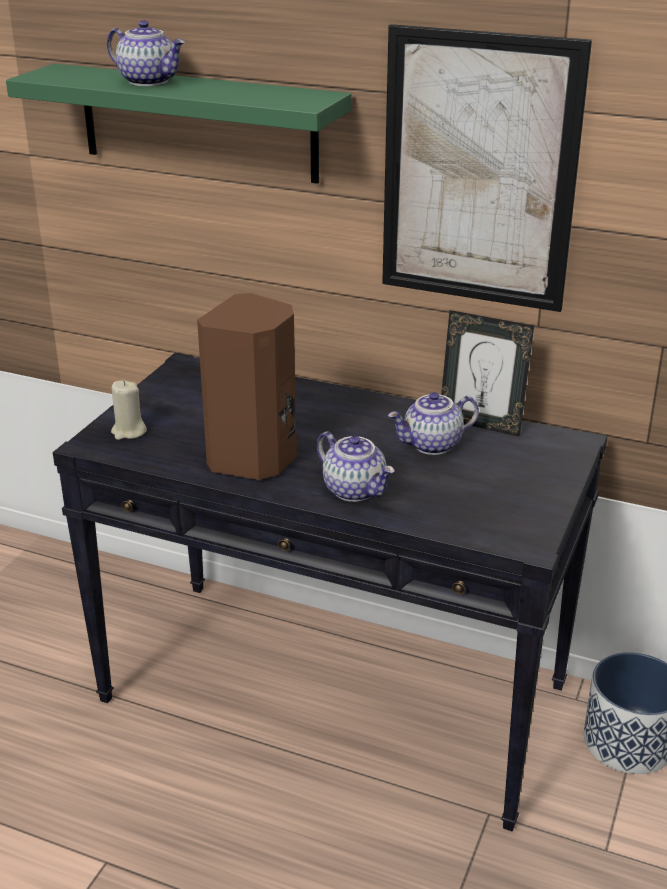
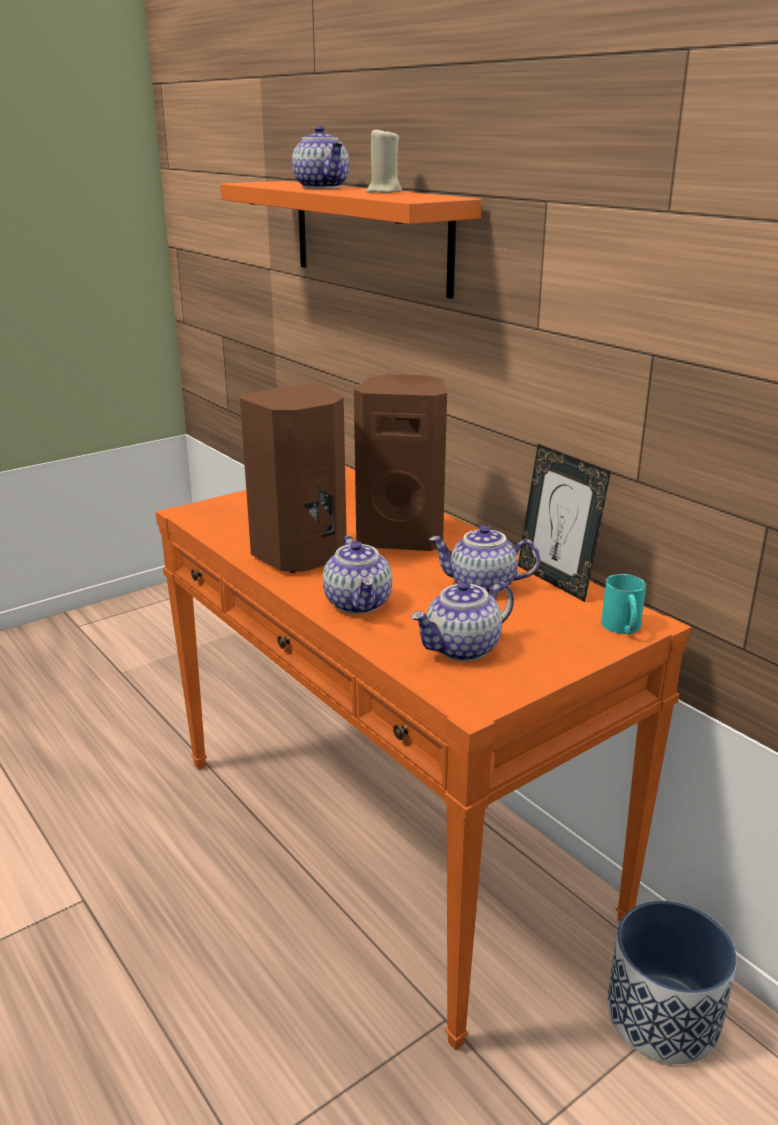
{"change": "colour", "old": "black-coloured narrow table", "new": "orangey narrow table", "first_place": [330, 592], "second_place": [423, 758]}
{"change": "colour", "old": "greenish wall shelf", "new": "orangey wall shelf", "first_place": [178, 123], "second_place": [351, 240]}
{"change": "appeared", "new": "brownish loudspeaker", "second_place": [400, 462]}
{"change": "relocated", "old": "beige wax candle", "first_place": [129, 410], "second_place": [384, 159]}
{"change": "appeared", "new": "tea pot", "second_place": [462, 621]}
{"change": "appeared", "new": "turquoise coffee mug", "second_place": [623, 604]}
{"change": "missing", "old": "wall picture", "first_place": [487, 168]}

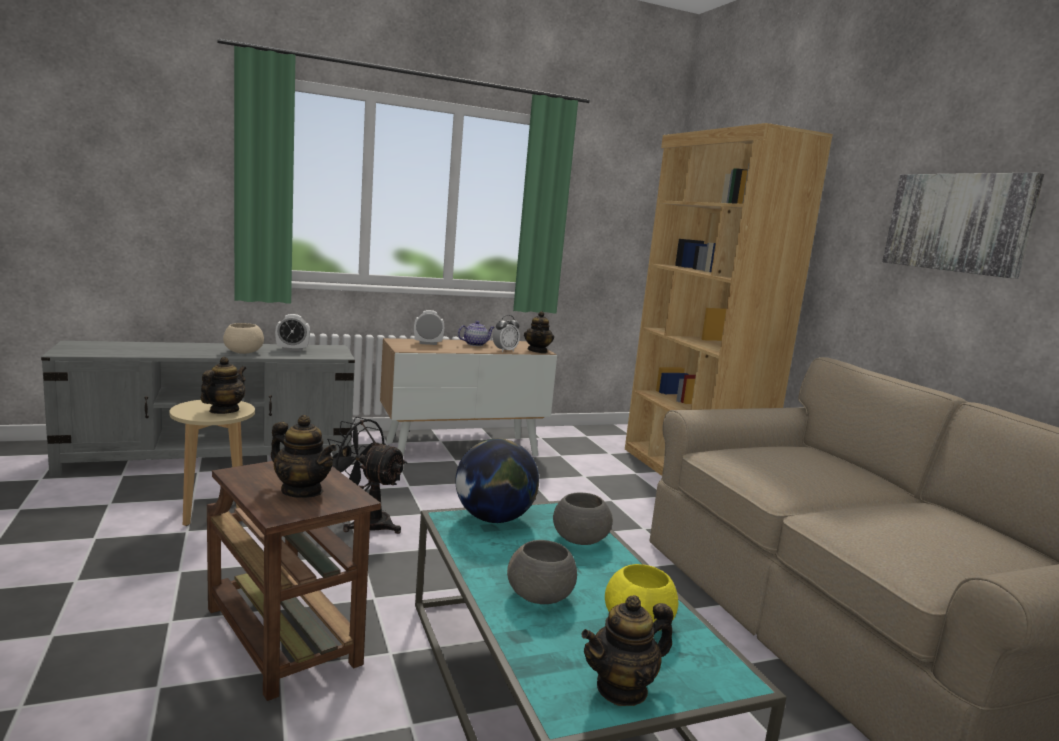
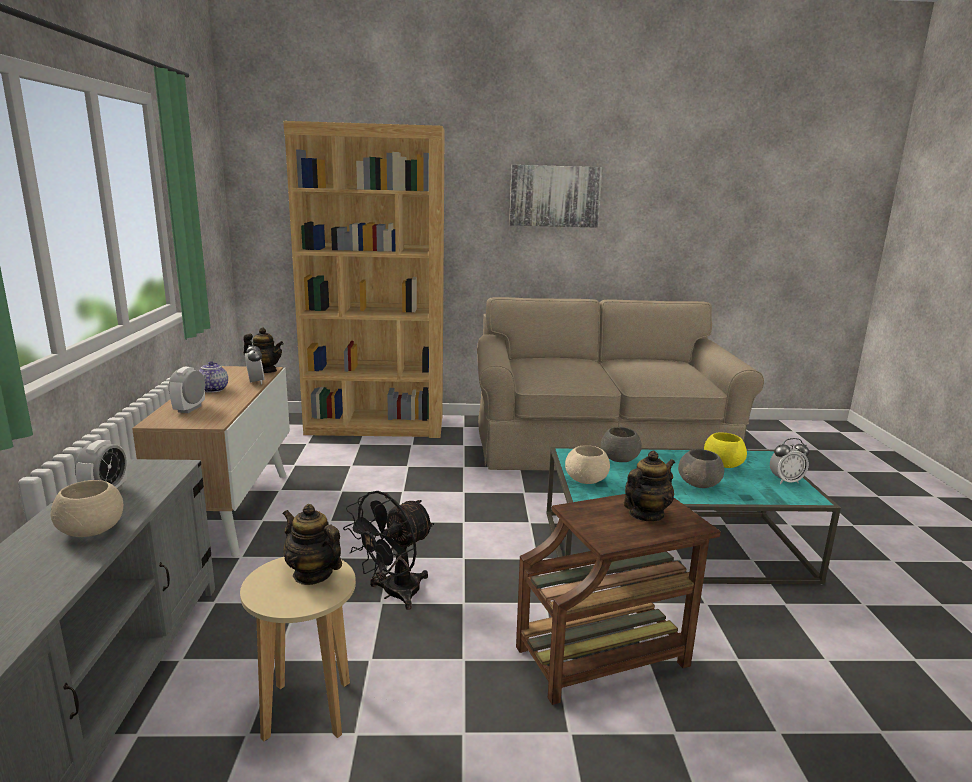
{"change": "exchanged", "old": "globe", "new": "beige bowl", "first_place": [497, 480], "second_place": [587, 464]}
{"change": "exchanged", "old": "tea pot", "new": "bedside clock", "first_place": [627, 650], "second_place": [790, 461]}

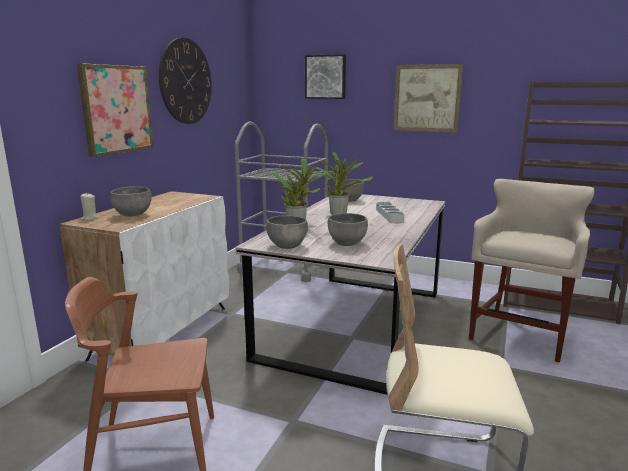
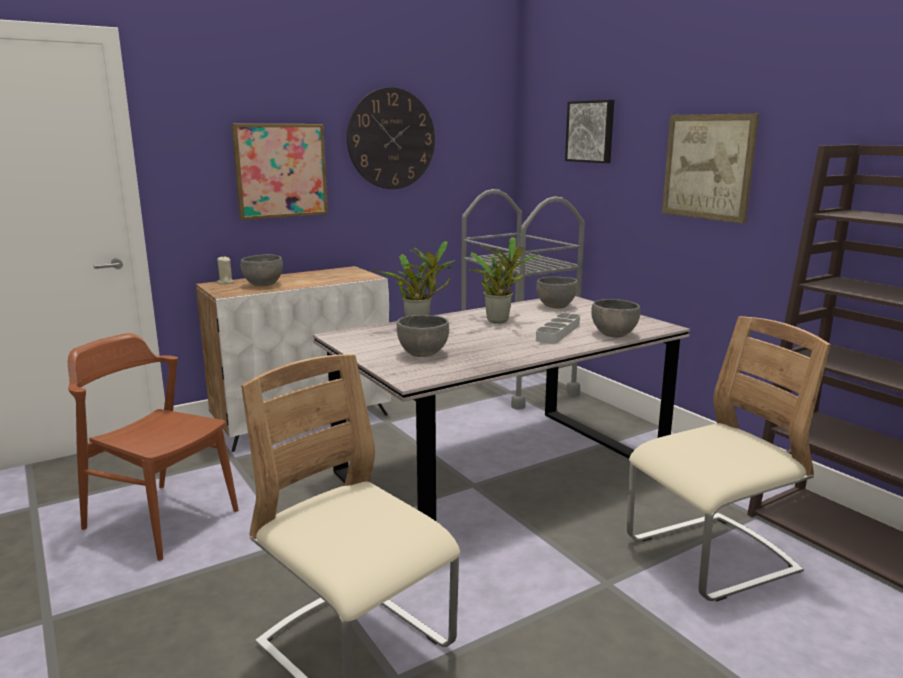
{"change": "relocated", "old": "greyish bowl", "first_place": [287, 232], "second_place": [616, 318]}
{"change": "exchanged", "old": "beige stool", "new": "beige plain chair", "first_place": [532, 271], "second_place": [729, 458]}

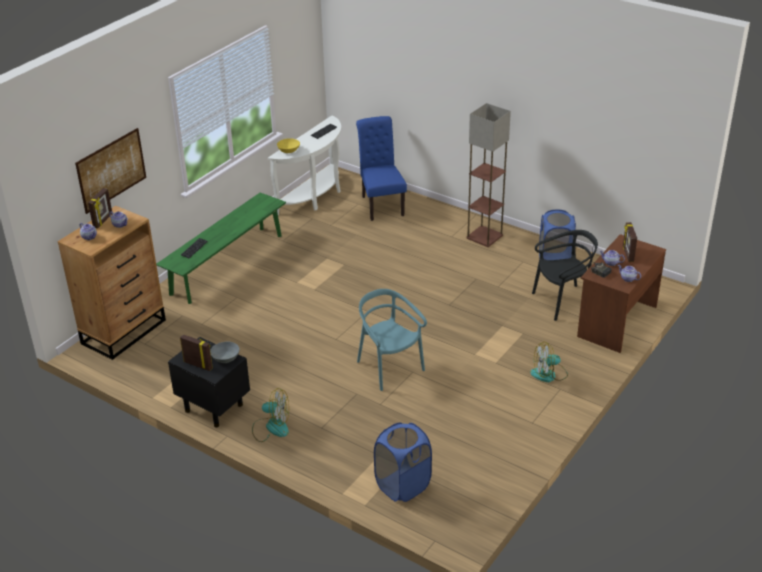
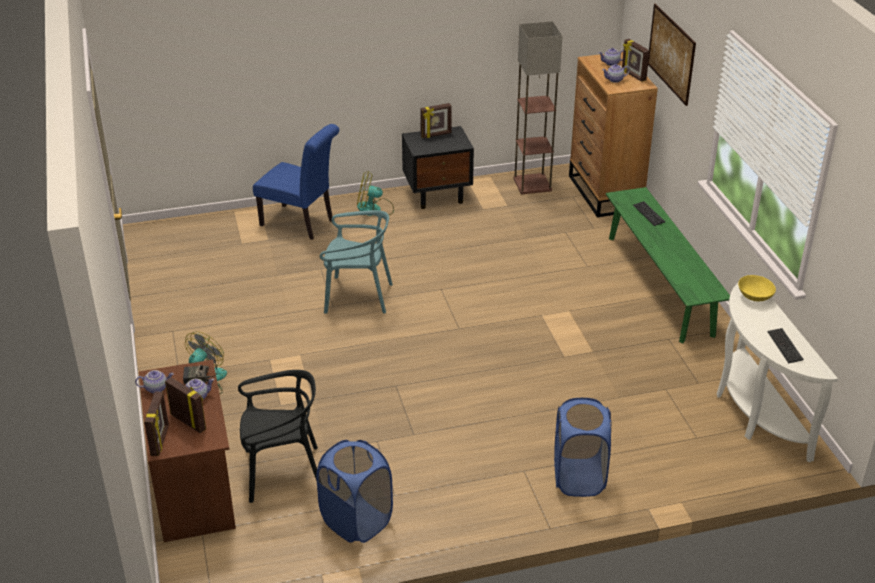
{"change": "appeared", "new": "standing frame", "second_place": [156, 424]}
{"change": "spun", "old": "black-coloured plain chair", "first_place": [565, 275], "second_place": [278, 436], "degrees": -120}
{"change": "relocated", "old": "blue-coloured plain chair", "first_place": [381, 168], "second_place": [296, 182]}
{"change": "spun", "old": "fan", "first_place": [270, 415], "second_place": [375, 193], "degrees": 45}
{"change": "relocated", "old": "standing lamp", "first_place": [488, 175], "second_place": [538, 107]}
{"change": "relocated", "old": "blue-coloured laundry basket", "first_place": [403, 462], "second_place": [582, 447]}
{"change": "missing", "old": "greyish bowl", "first_place": [225, 352]}

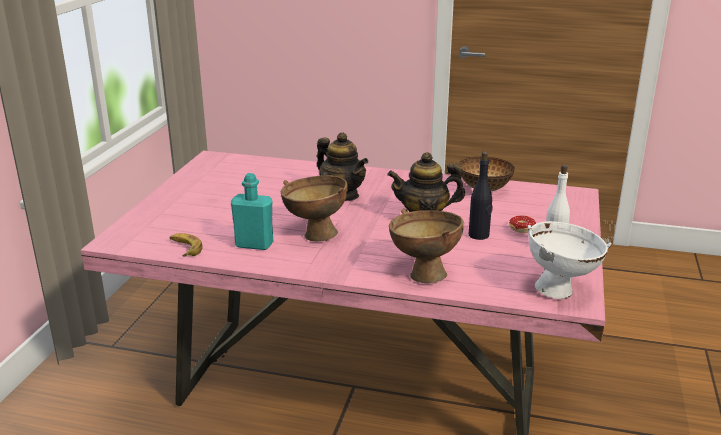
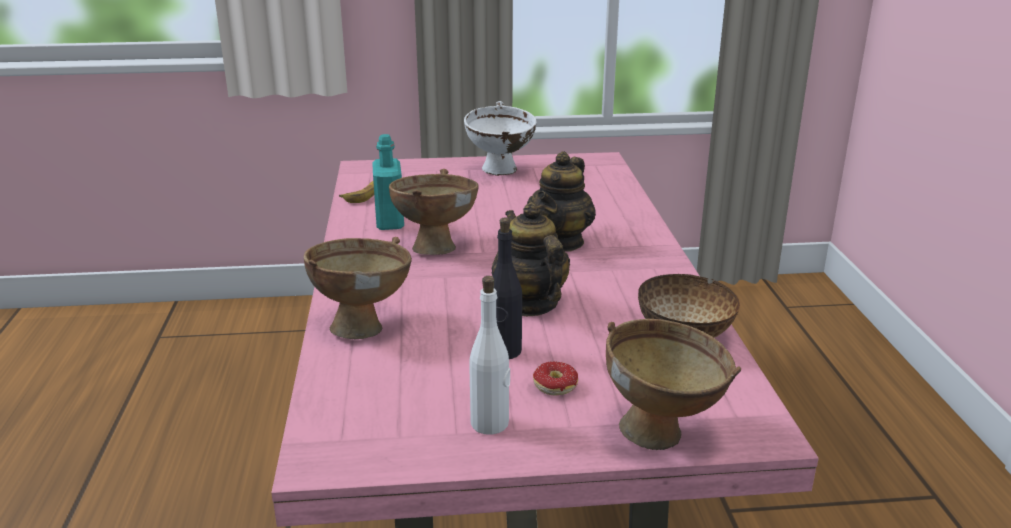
{"change": "relocated", "old": "whitish bowl", "first_place": [570, 260], "second_place": [500, 138]}
{"change": "appeared", "new": "brownish bowl", "second_place": [673, 384]}

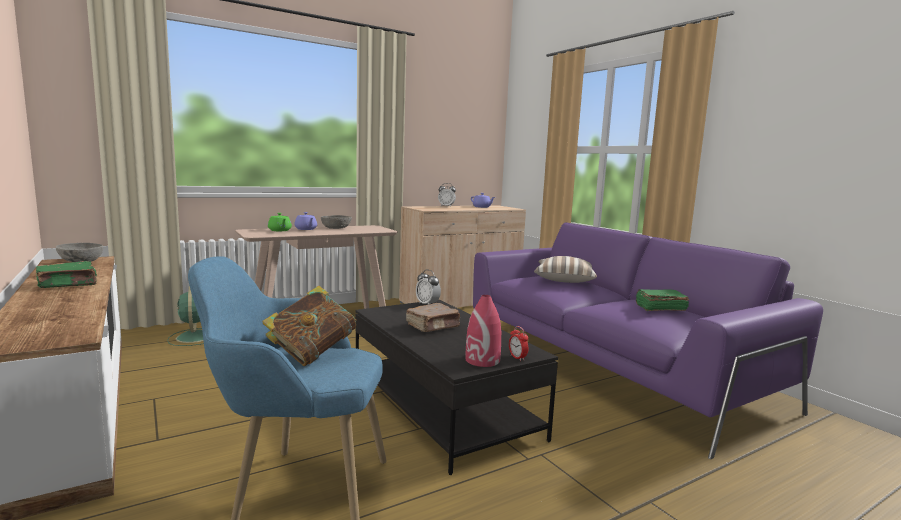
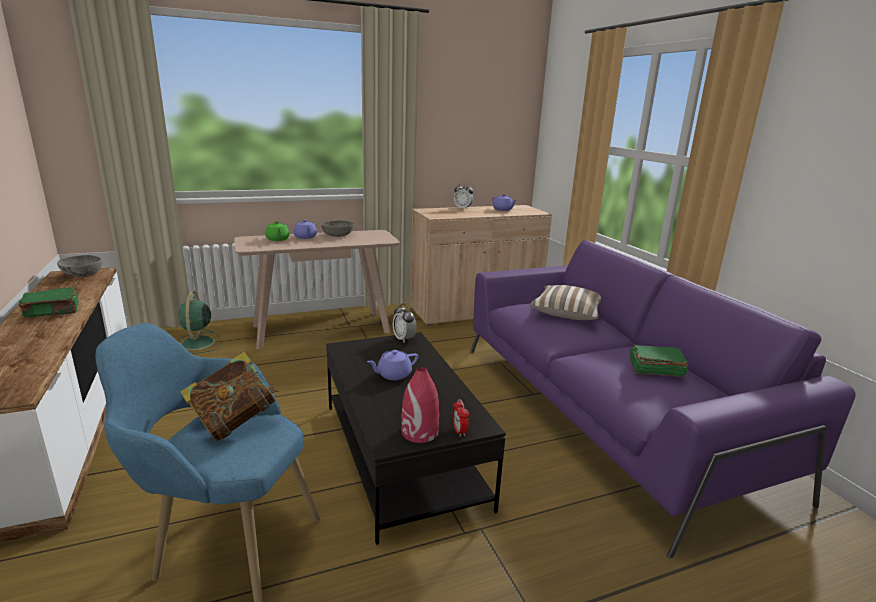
{"change": "exchanged", "old": "brownish book", "new": "purple-coloured tea pot", "first_place": [433, 317], "second_place": [392, 365]}

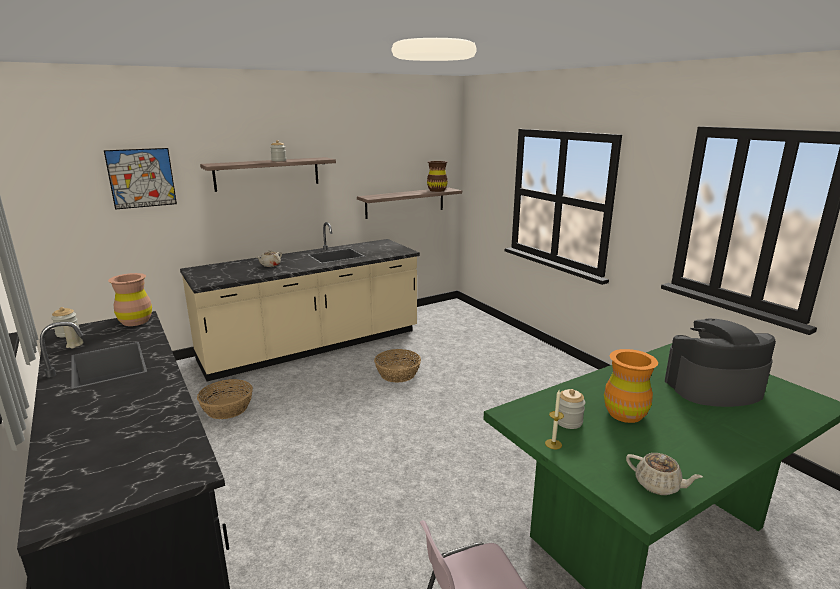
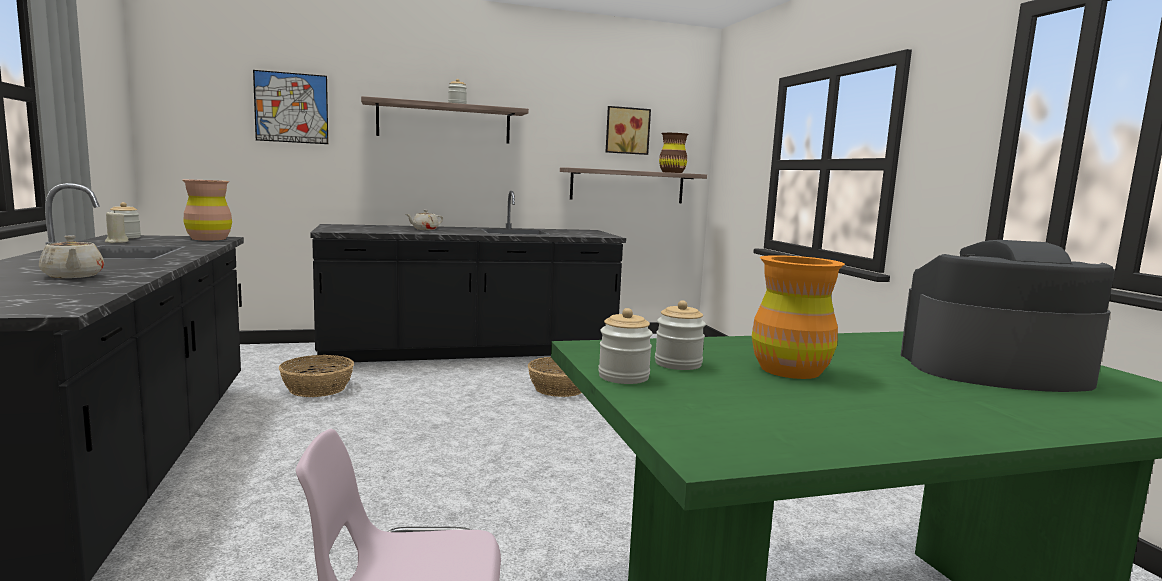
{"change": "relocated", "old": "beige tea pot", "first_place": [664, 474], "second_place": [71, 256]}
{"change": "colour", "old": "beige kitchen base unit", "new": "black-coloured kitchen base unit", "first_place": [300, 302], "second_place": [468, 277]}
{"change": "exchanged", "old": "wax candle", "new": "jar", "first_place": [554, 419], "second_place": [625, 346]}
{"change": "appeared", "new": "wall picture", "second_place": [628, 130]}

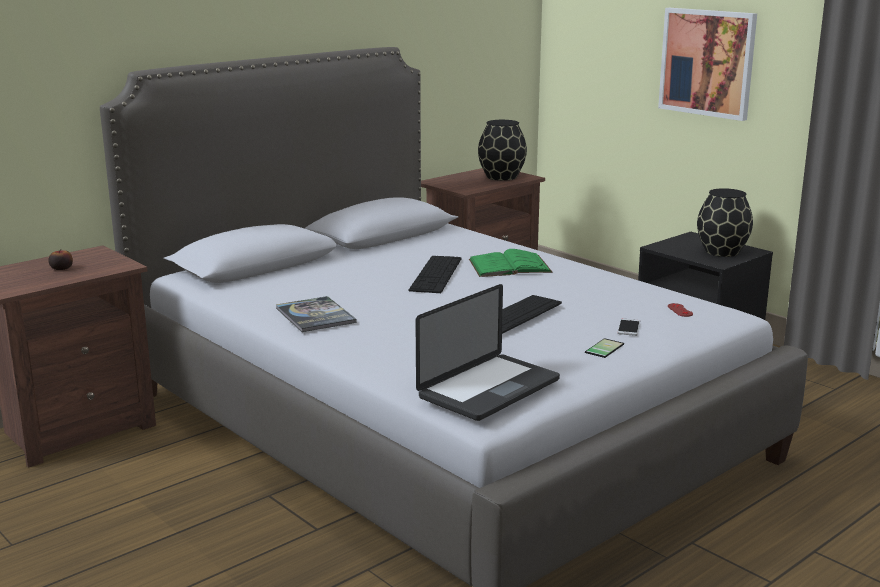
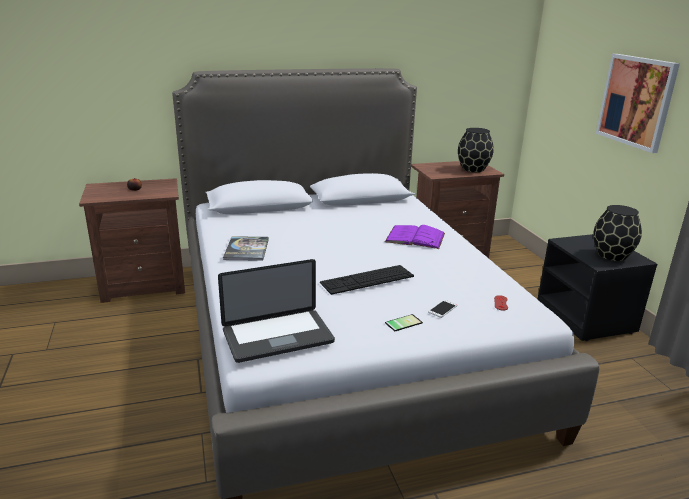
{"change": "colour", "old": "greenish book", "new": "purple-coloured book", "first_place": [511, 263], "second_place": [415, 237]}
{"change": "missing", "old": "PC keyboard", "first_place": [435, 274]}

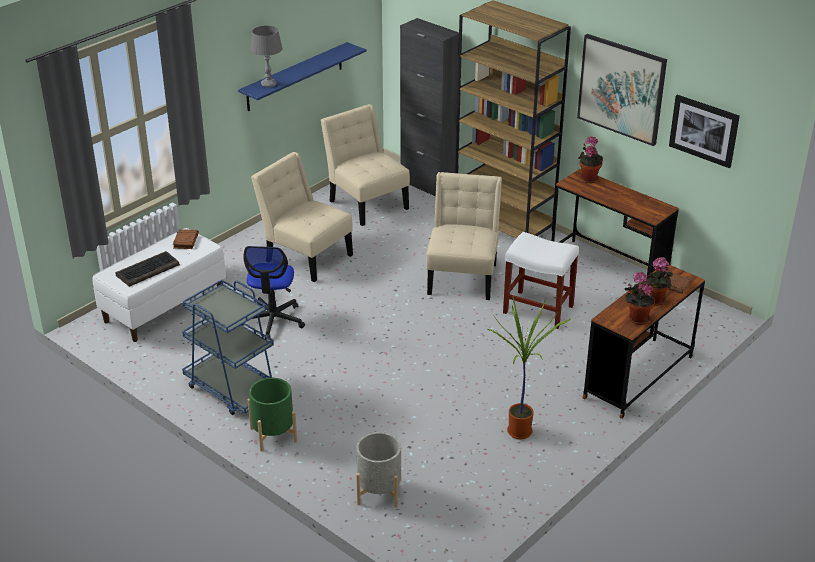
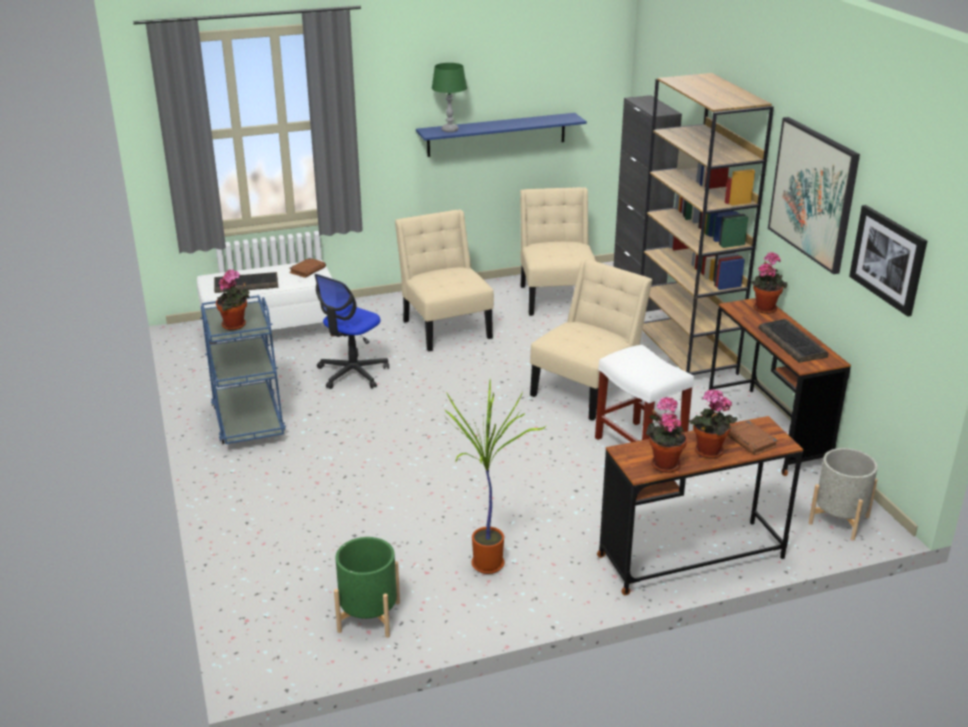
{"change": "appeared", "new": "plant in a pot", "second_place": [233, 299]}
{"change": "relocated", "old": "greenish flower pot", "first_place": [272, 415], "second_place": [367, 587]}
{"change": "colour", "old": "greyish lamp for a table", "new": "greenish lamp for a table", "first_place": [266, 56], "second_place": [449, 97]}
{"change": "appeared", "new": "PC keyboard", "second_place": [793, 341]}
{"change": "relocated", "old": "greyish flower pot", "first_place": [378, 470], "second_place": [843, 494]}

